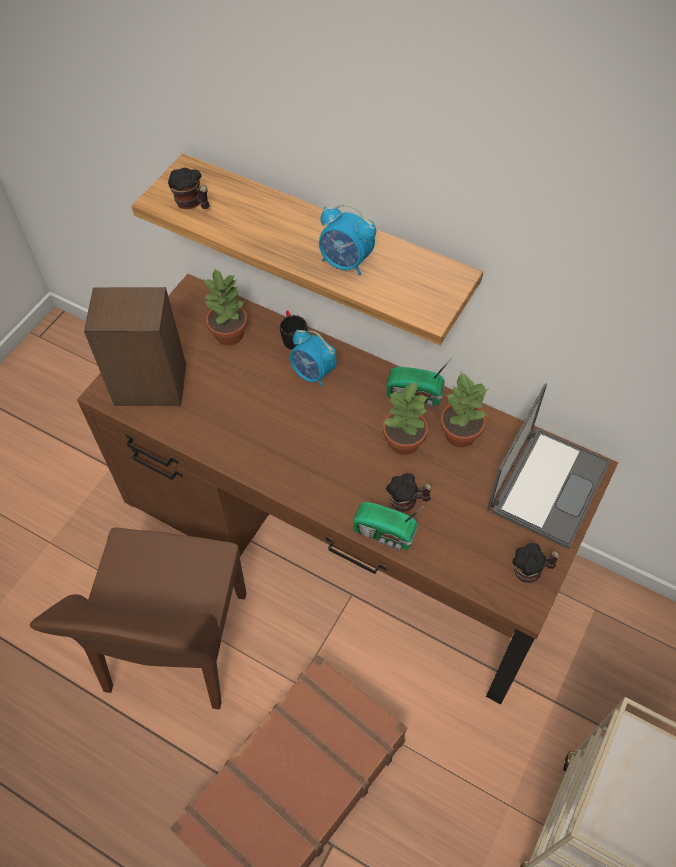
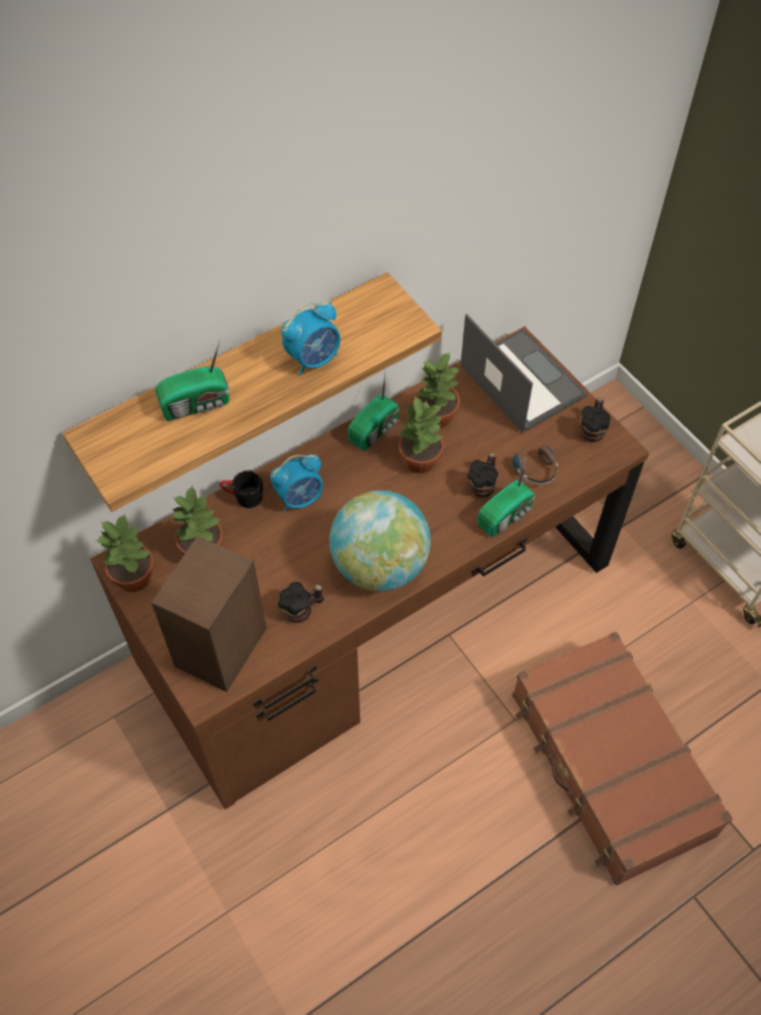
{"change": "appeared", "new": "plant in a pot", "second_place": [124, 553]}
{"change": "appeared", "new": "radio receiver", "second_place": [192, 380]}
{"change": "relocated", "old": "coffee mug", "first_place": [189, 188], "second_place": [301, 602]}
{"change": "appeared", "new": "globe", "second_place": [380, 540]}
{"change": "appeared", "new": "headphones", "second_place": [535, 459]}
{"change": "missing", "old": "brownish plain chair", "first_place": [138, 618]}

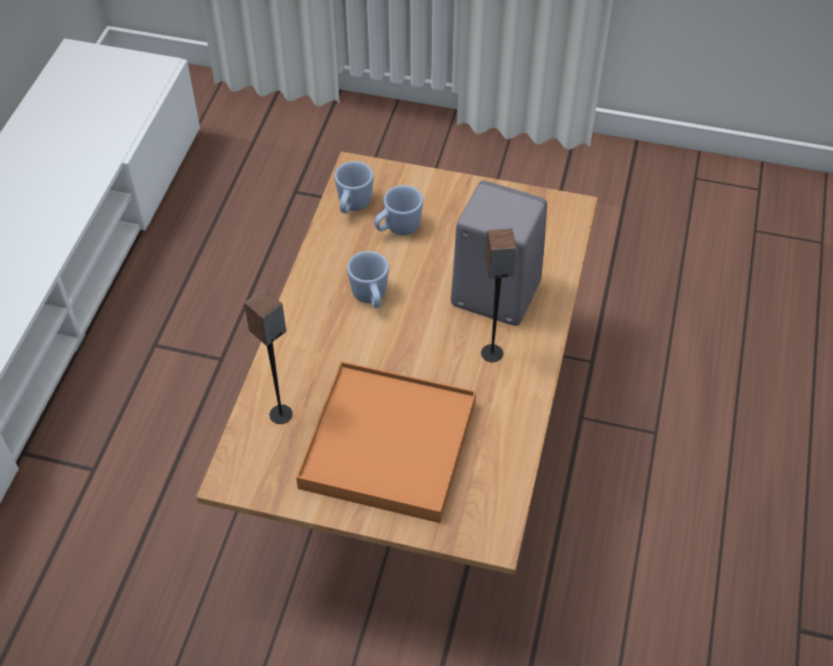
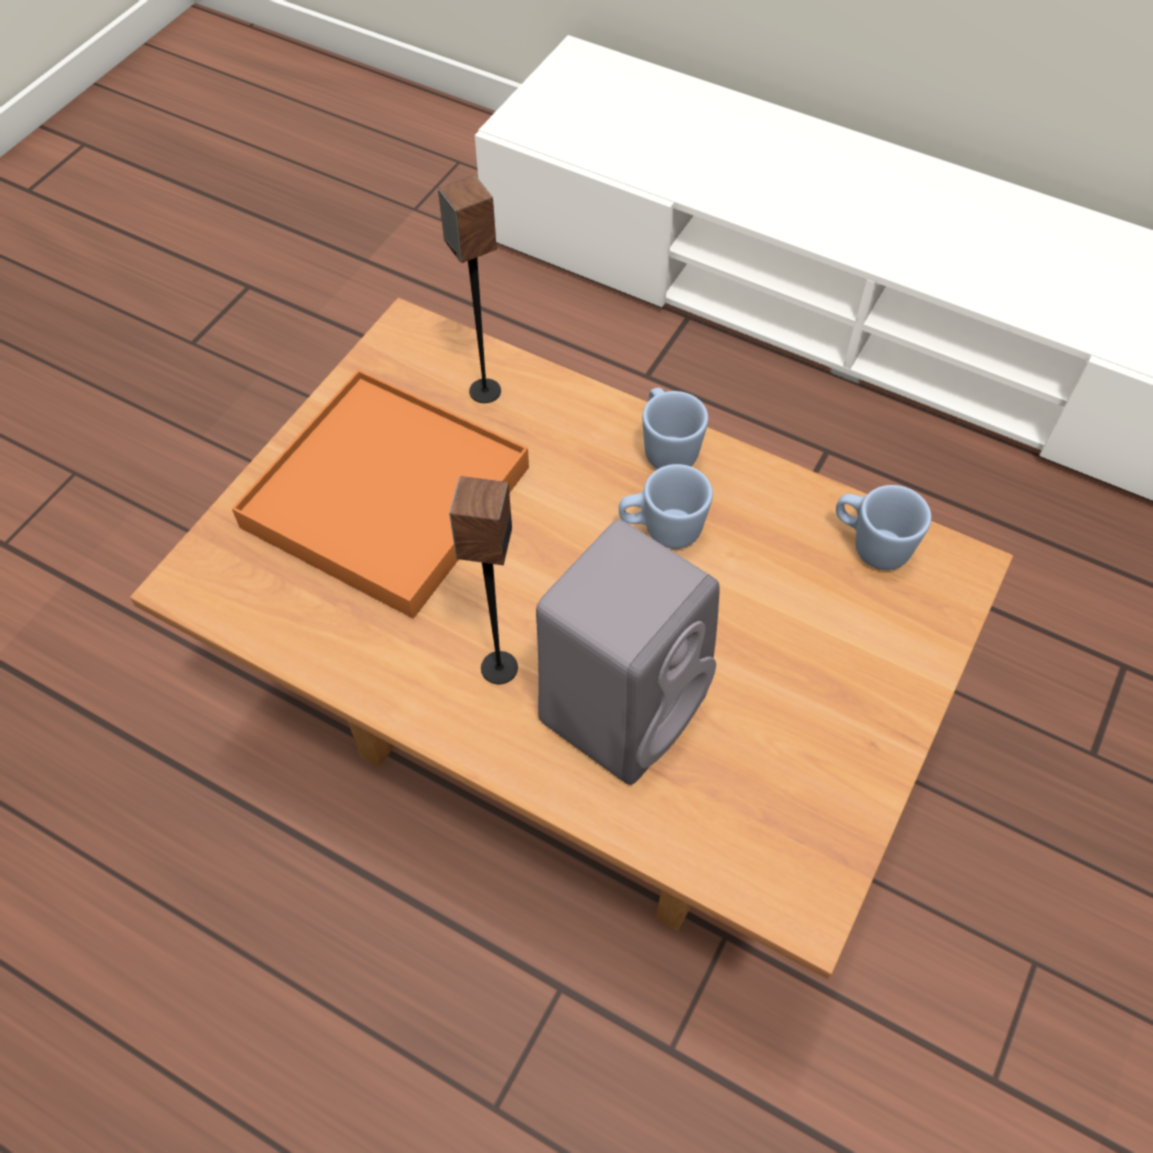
{"change": "relocated", "old": "blue-coloured coffee mug", "first_place": [398, 210], "second_place": [675, 428]}

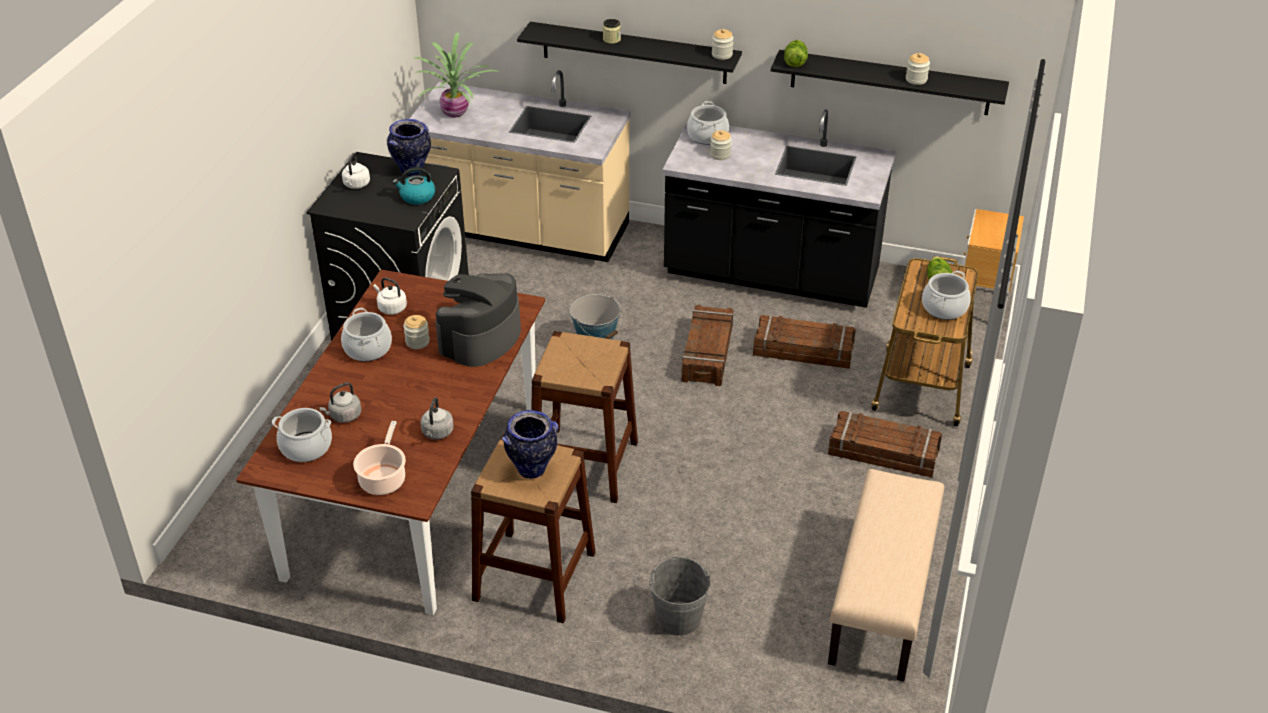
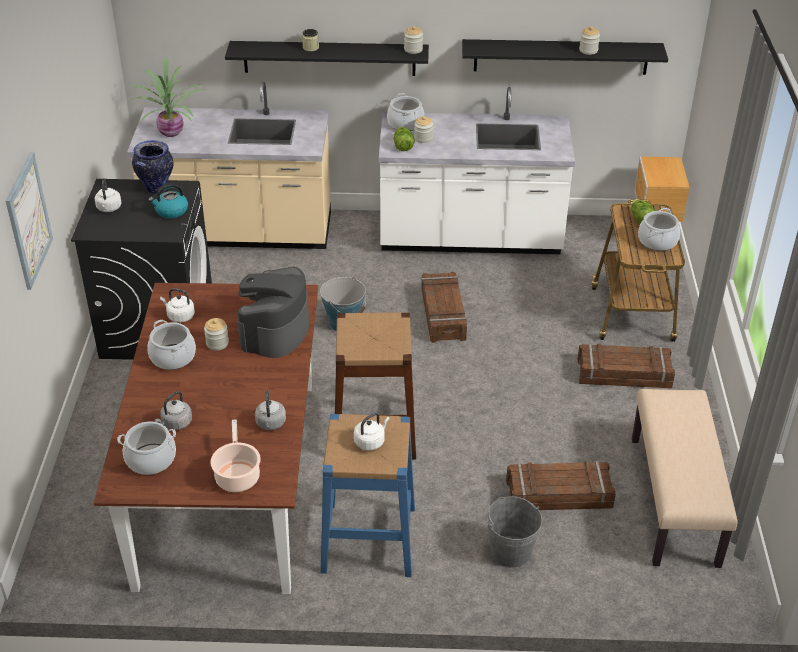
{"change": "appeared", "new": "wall picture", "second_place": [29, 221]}
{"change": "colour", "old": "brownish stool", "new": "blue-coloured stool", "first_place": [533, 528], "second_place": [367, 495]}
{"change": "exchanged", "old": "vase", "new": "whitish tea kettle", "first_place": [530, 444], "second_place": [372, 431]}
{"change": "colour", "old": "black-coloured kitchen base unit", "new": "whitish kitchen base unit", "first_place": [779, 208], "second_place": [477, 170]}
{"change": "relocated", "old": "lettuce", "first_place": [796, 53], "second_place": [404, 139]}
{"change": "relocated", "old": "crate", "first_place": [804, 342], "second_place": [561, 485]}

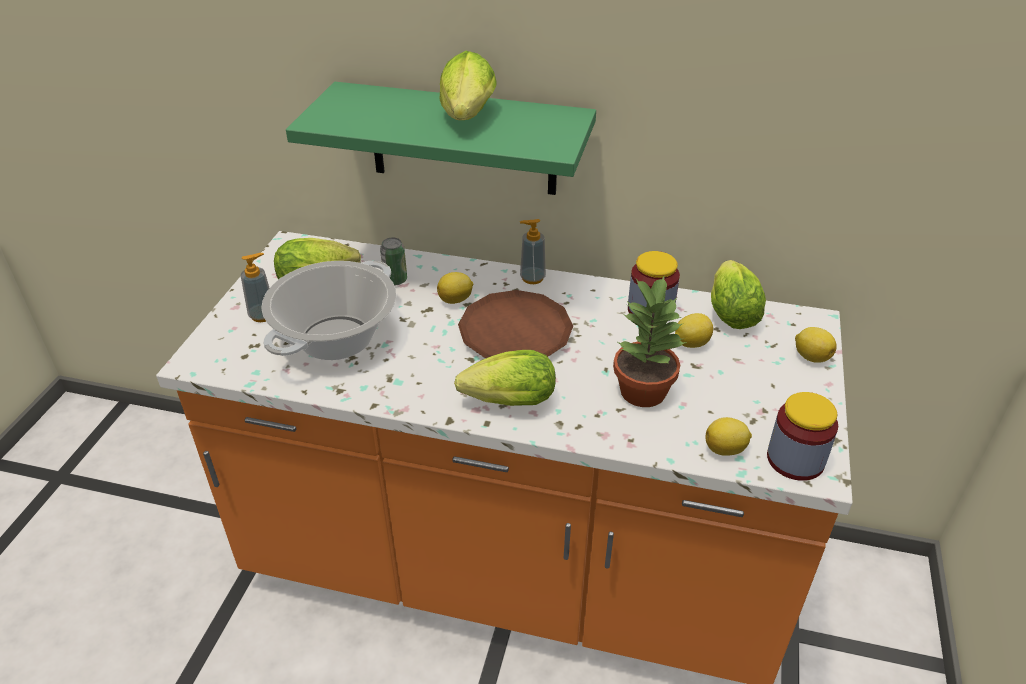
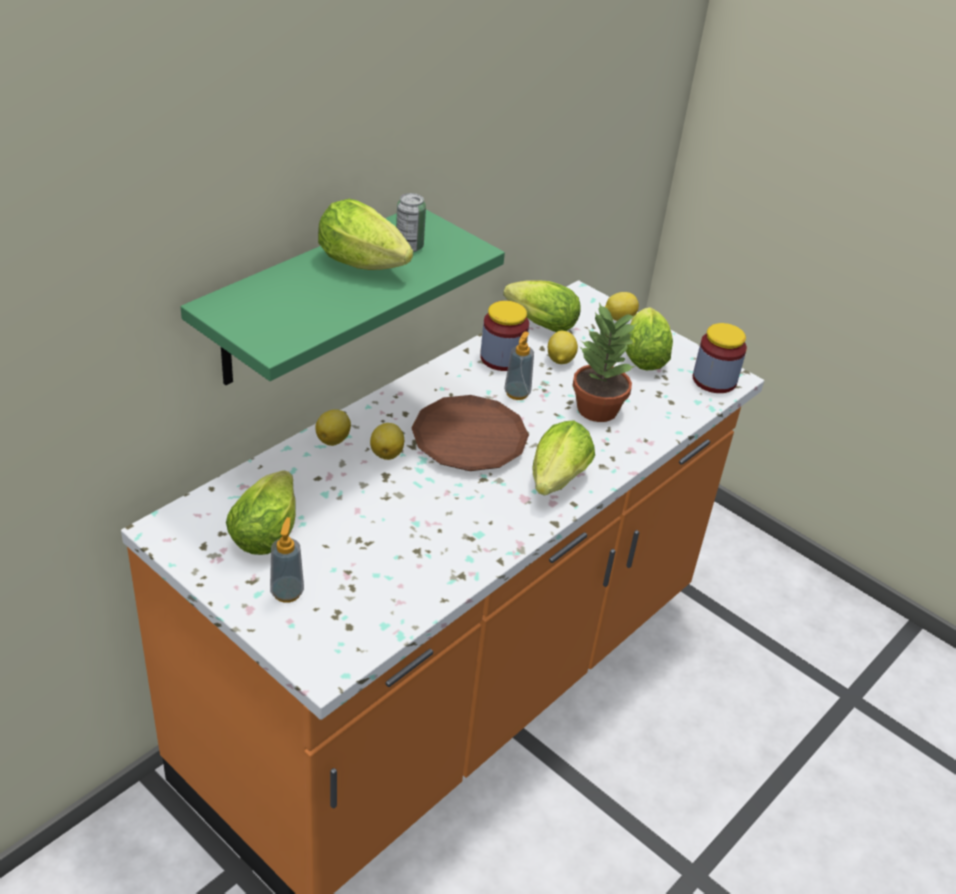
{"change": "relocated", "old": "whole lemon", "first_place": [728, 436], "second_place": [333, 427]}
{"change": "relocated", "old": "sealed can", "first_place": [393, 261], "second_place": [411, 222]}
{"change": "relocated", "old": "soap bottle", "first_place": [533, 251], "second_place": [519, 365]}
{"change": "appeared", "new": "lettuce", "second_place": [649, 338]}
{"change": "missing", "old": "stockpot", "first_place": [328, 310]}

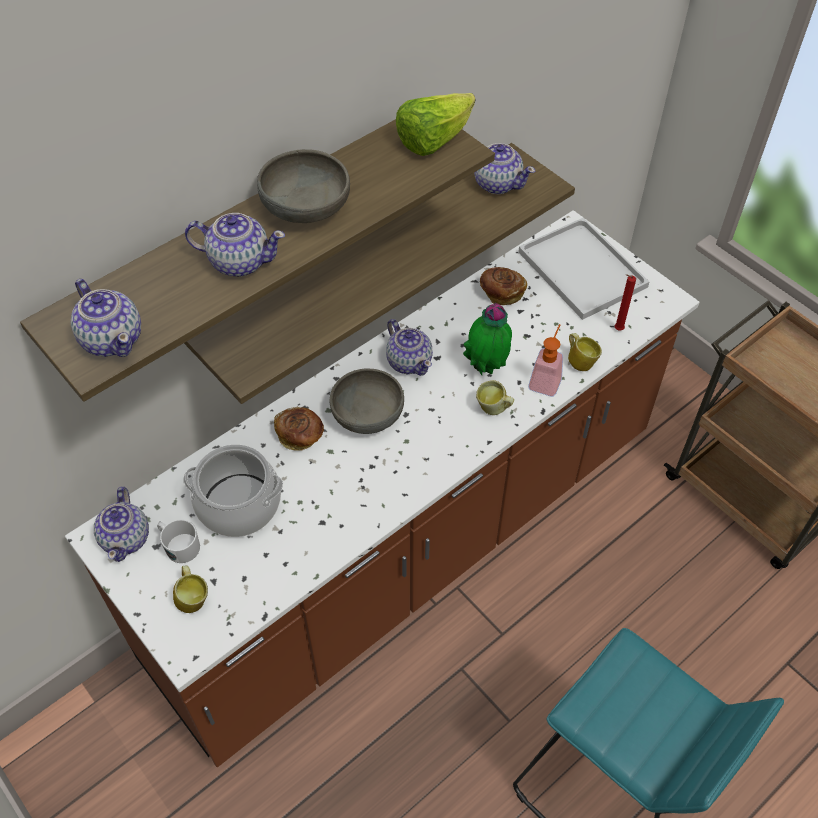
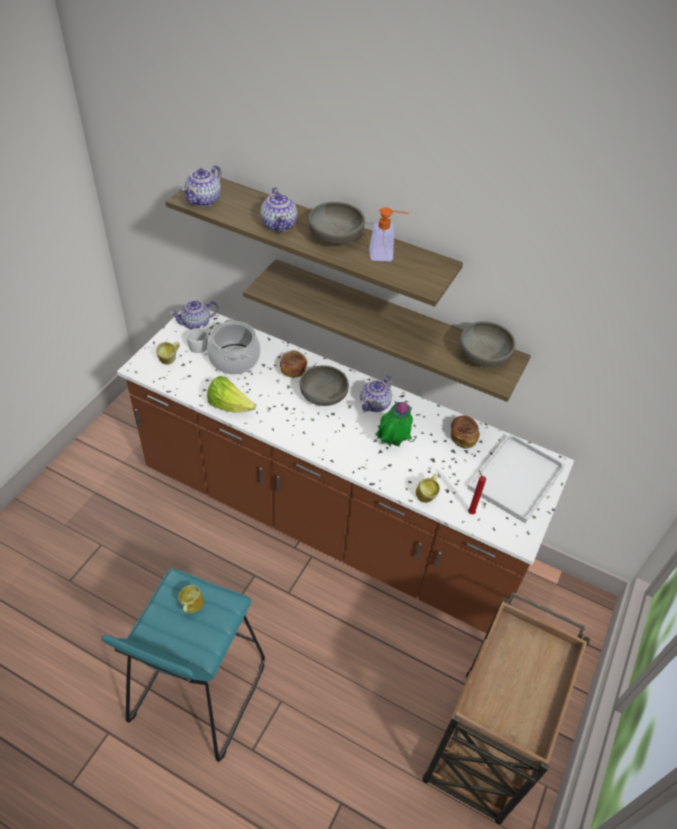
{"change": "relocated", "old": "coffee mug", "first_place": [495, 397], "second_place": [191, 599]}
{"change": "relocated", "old": "lettuce", "first_place": [435, 124], "second_place": [231, 394]}
{"change": "relocated", "old": "soap bottle", "first_place": [545, 360], "second_place": [389, 234]}
{"change": "exchanged", "old": "tea pot", "new": "greyish bowl", "first_place": [504, 168], "second_place": [487, 344]}

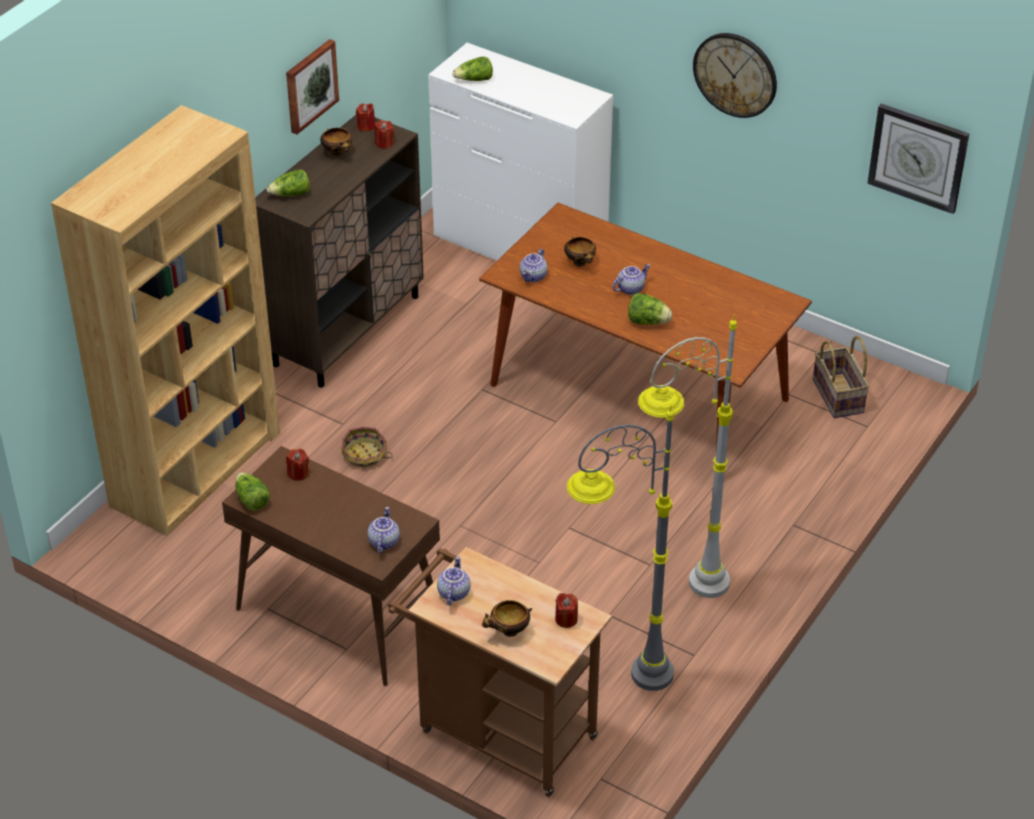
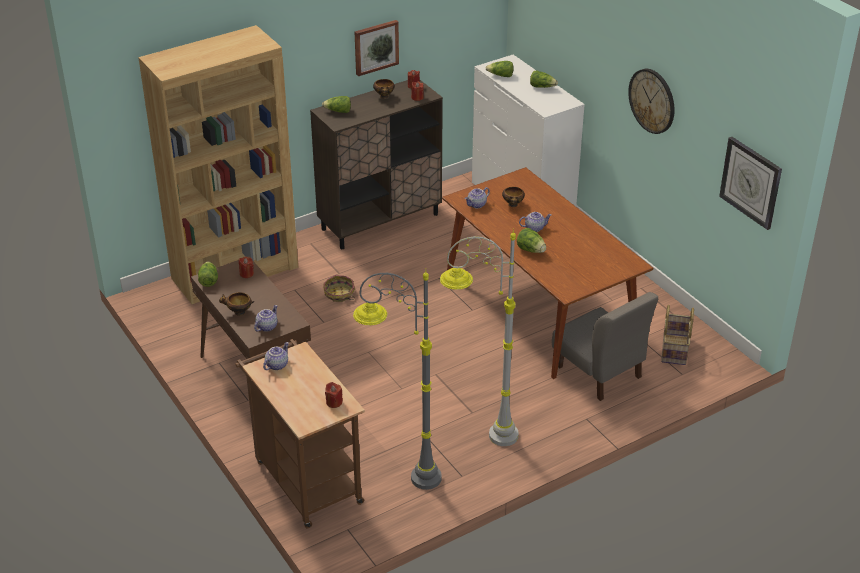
{"change": "relocated", "old": "bowl", "first_place": [507, 618], "second_place": [236, 304]}
{"change": "appeared", "new": "lettuce", "second_place": [544, 79]}
{"change": "appeared", "new": "greyish plain chair", "second_place": [605, 346]}

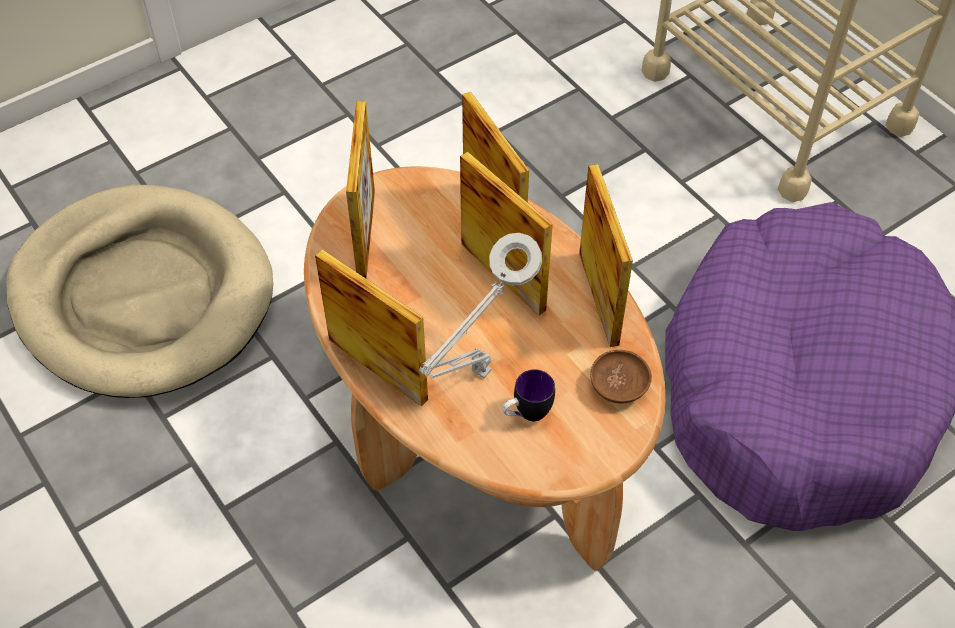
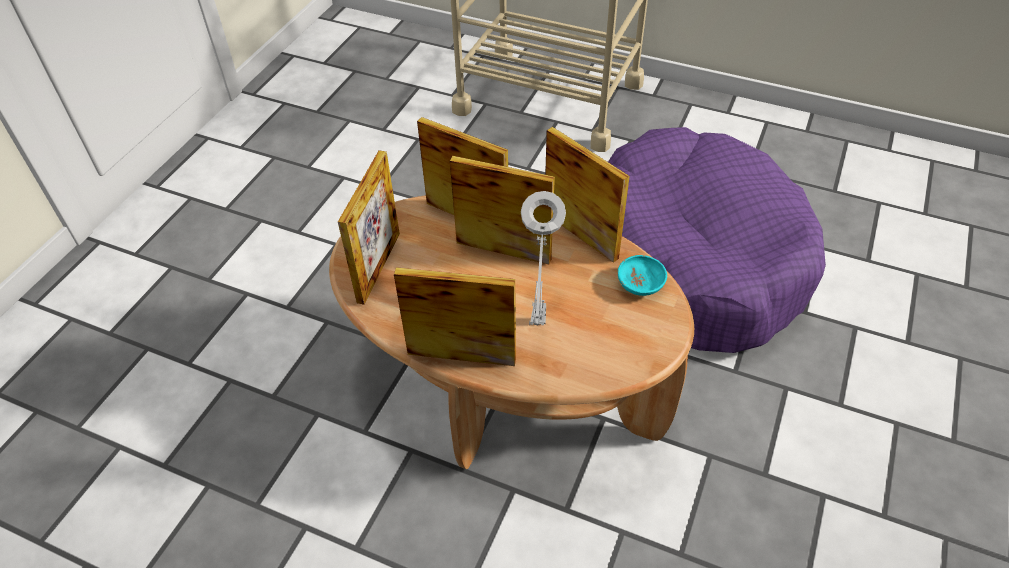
{"change": "spun", "old": "standing frame", "first_place": [360, 190], "second_place": [369, 227], "degrees": 45}
{"change": "colour", "old": "brownish bowl", "new": "turquoise bowl", "first_place": [621, 376], "second_place": [642, 275]}
{"change": "missing", "old": "beige dog bed", "first_place": [139, 291]}
{"change": "missing", "old": "coffee mug", "first_place": [528, 395]}

